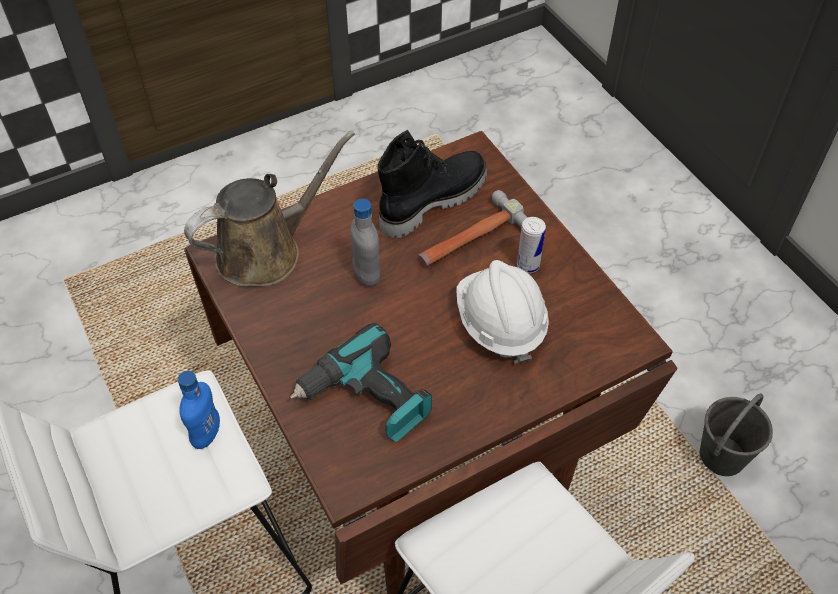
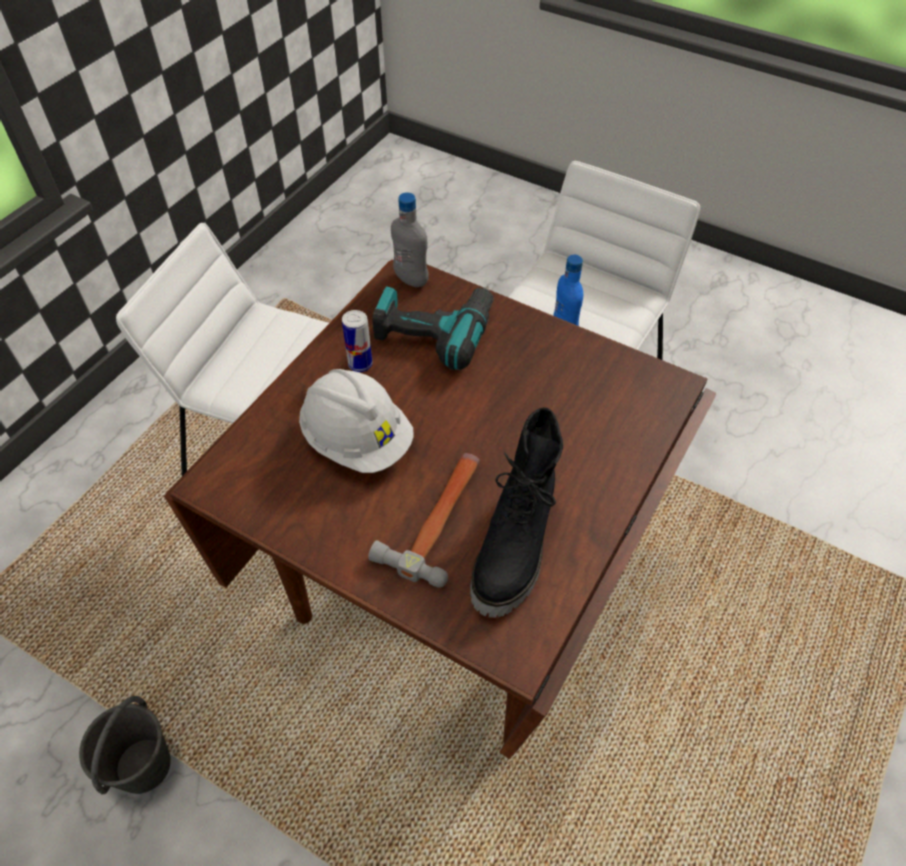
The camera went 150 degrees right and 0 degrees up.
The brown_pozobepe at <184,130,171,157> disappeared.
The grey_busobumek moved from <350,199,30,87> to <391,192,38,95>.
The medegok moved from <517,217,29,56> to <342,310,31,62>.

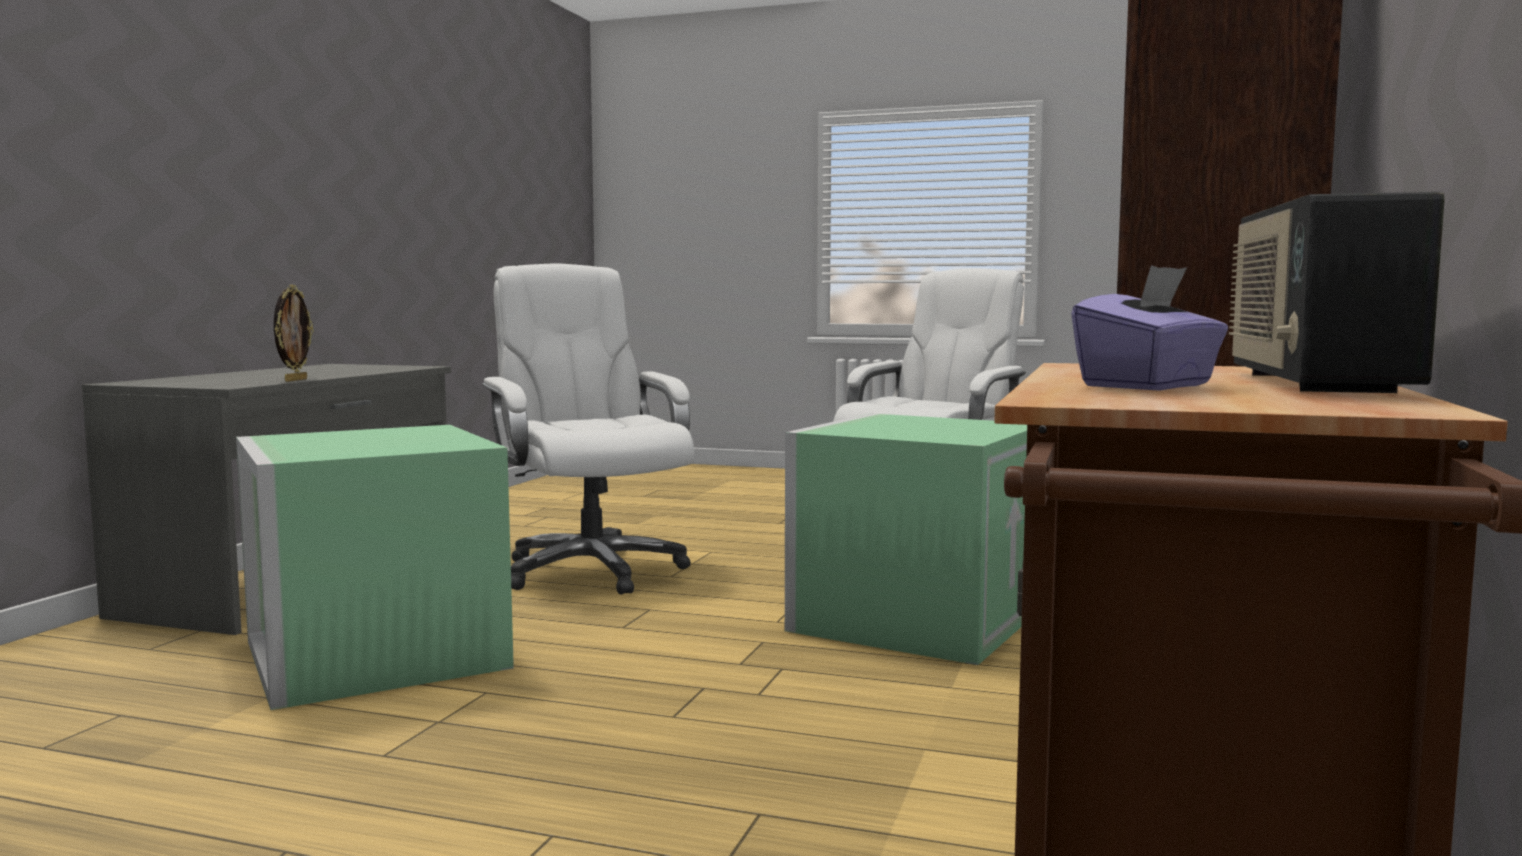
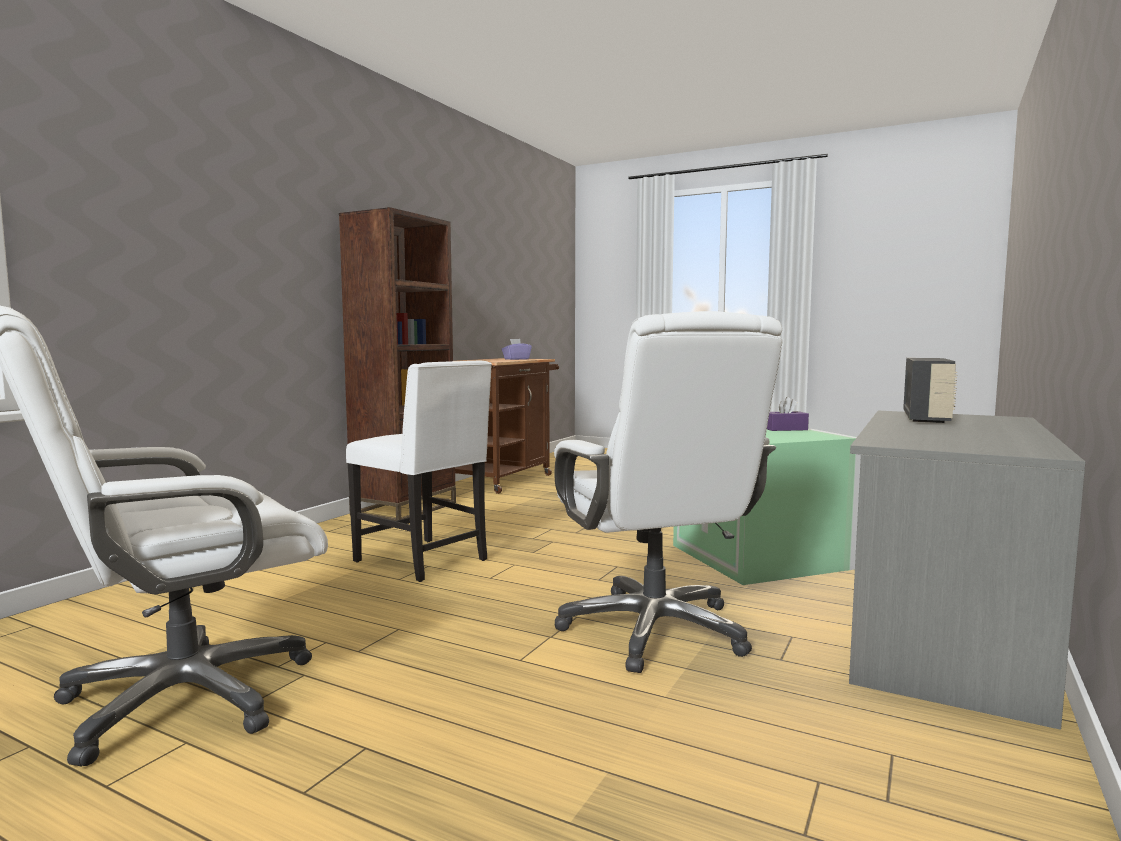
The camera went 170 degrees left and 0 degrees up.
The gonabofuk at <274,285,40,97> disappeared.
The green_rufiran at <785,413,242,252> was replaced by the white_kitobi at <346,361,146,221>.
The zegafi moved from <1229,192,216,201> to <903,358,54,65>.
The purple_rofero at <767,397,42,34> appeared.

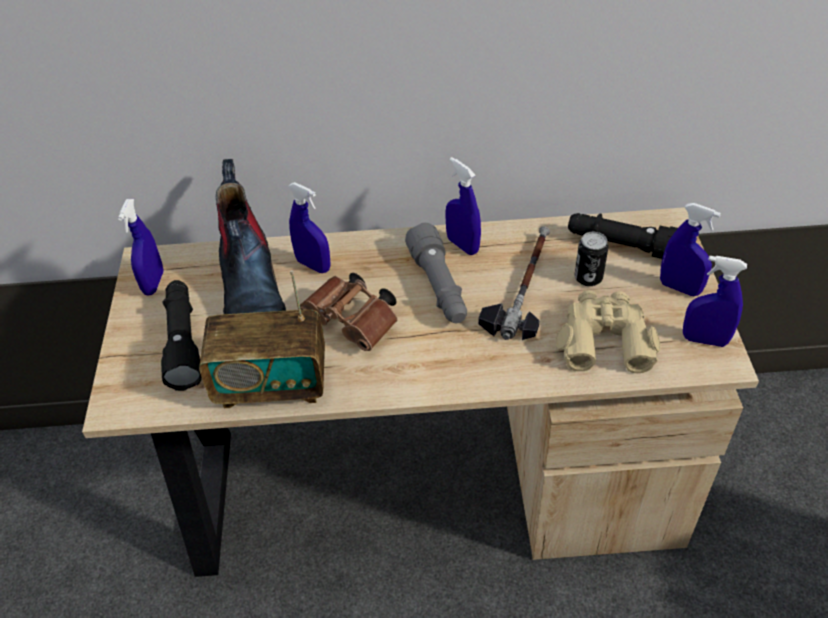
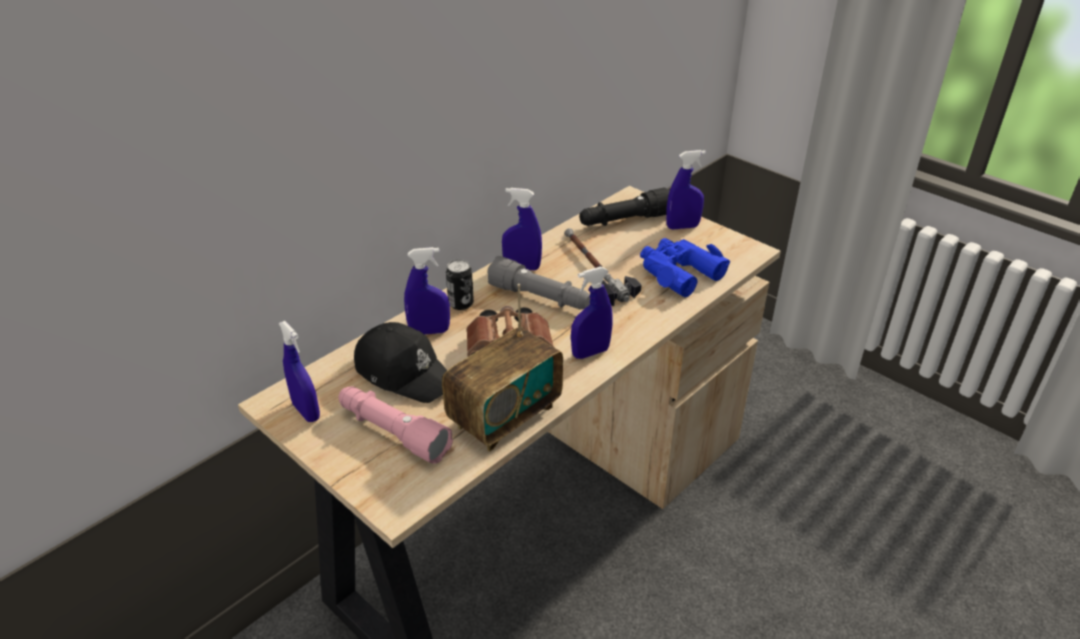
The camera went 45 degrees left and 10 degrees down.
The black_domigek at <161,280,41,111> became the pink_domigek at <338,387,115,77>.
The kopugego at <216,159,70,155> was replaced by the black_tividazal at <354,322,93,81>.
The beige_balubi at <555,290,106,83> became the blue_balubi at <640,238,90,59>.
The medegok moved from <575,232,34,54> to <446,259,28,51>.
The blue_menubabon moved from <683,256,64,91> to <571,267,41,92>.

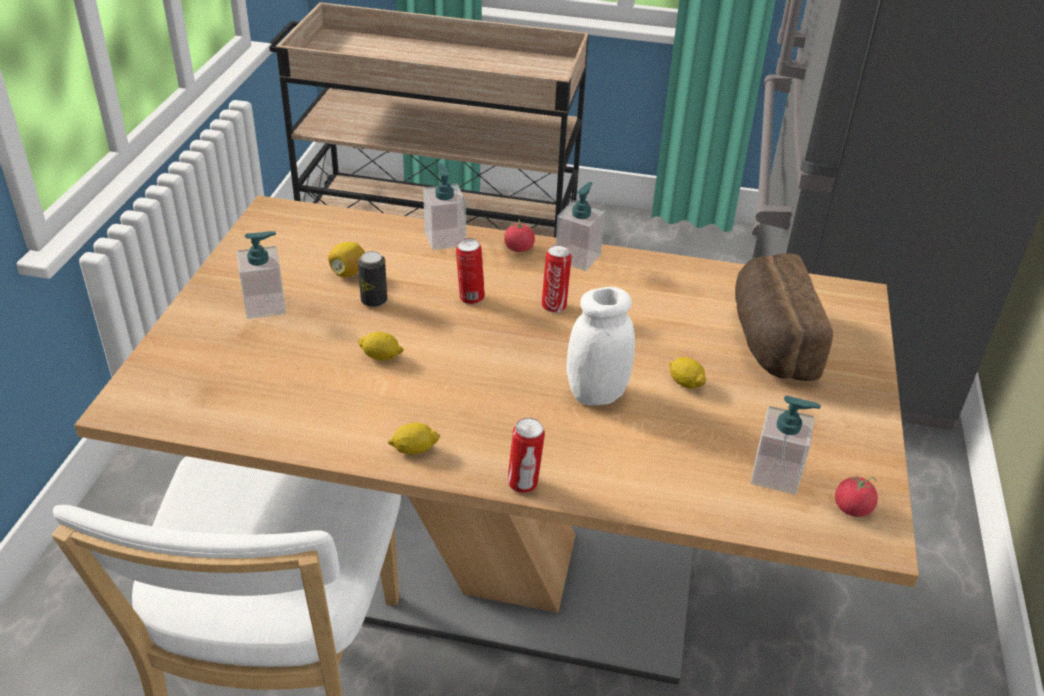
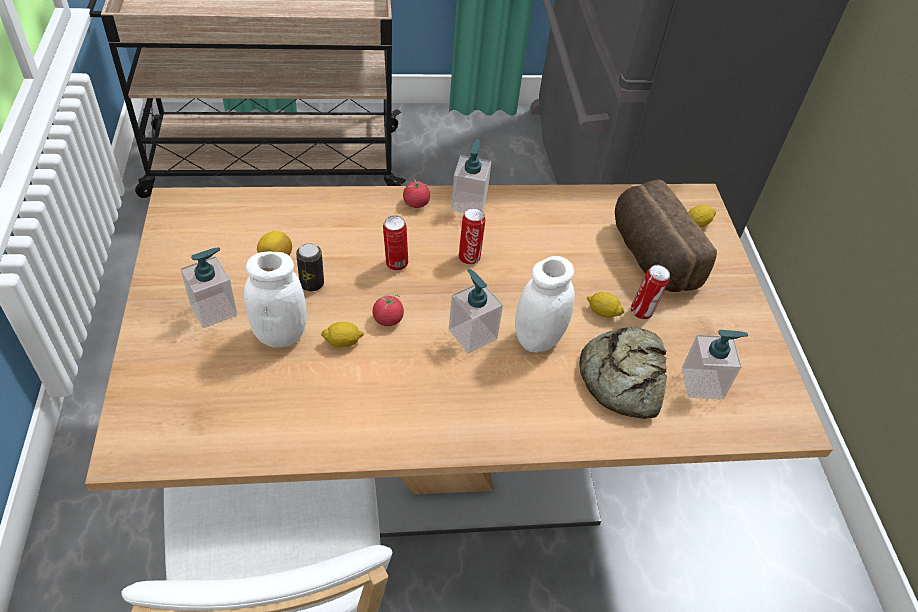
The camera went 20 degrees left and 10 degrees up.
The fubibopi moved from <388,423,52,32> to <688,205,28,22>.
The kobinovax moved from <423,163,43,87> to <449,269,54,85>.
The medegok moved from <507,418,38,75> to <631,265,39,54>.
The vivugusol moved from <835,475,43,42> to <373,295,31,31>.
The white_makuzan at <244,252,63,96> appeared.
The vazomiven at <579,326,88,93> appeared.

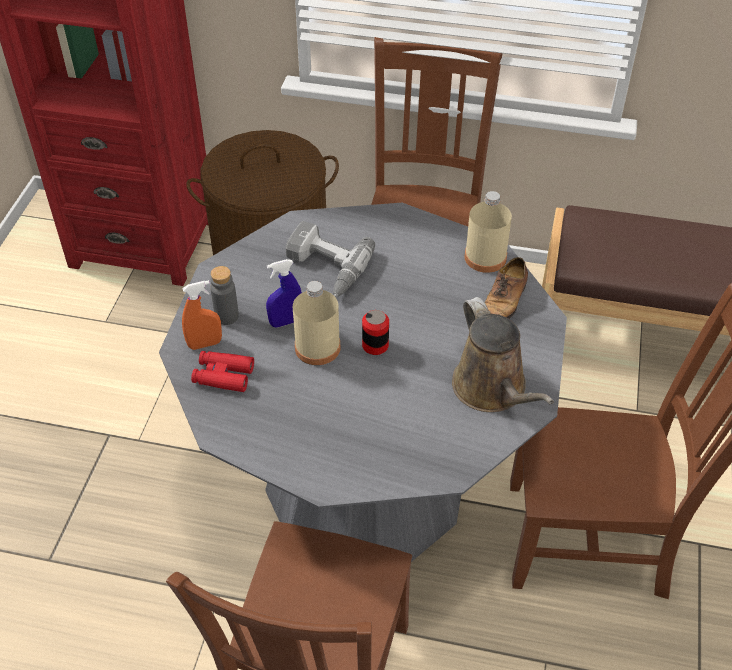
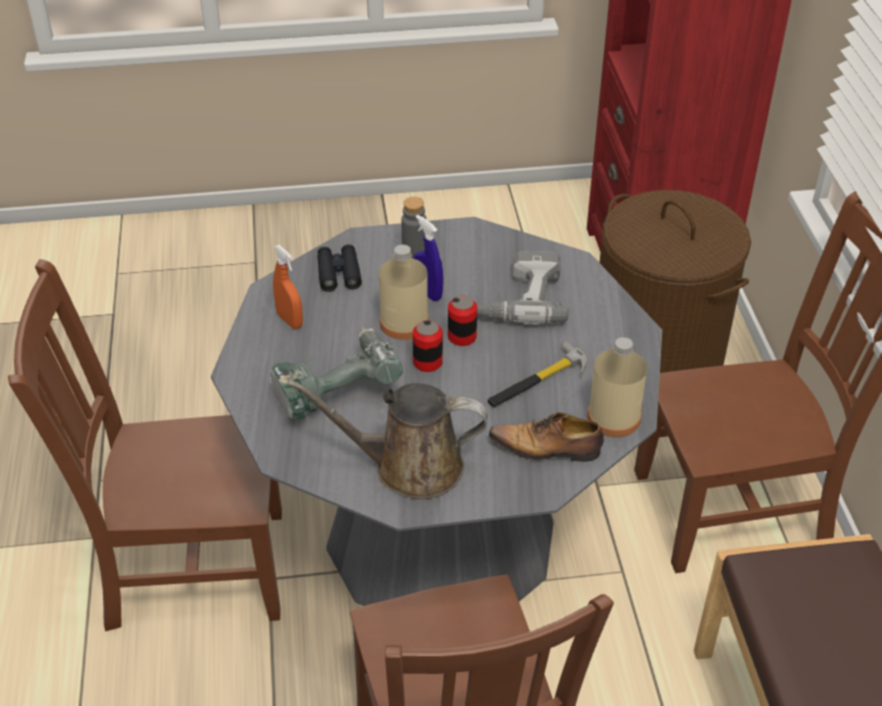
The camera went 70 degrees right and 5 degrees down.
The orange_menubabon moved from <182,280,40,70> to <273,245,30,84>.
The red_balubi at <191,351,63,41> became the black_balubi at <317,244,45,48>.
The brown_pozobepe at <452,297,102,115> turned 45 degrees clockwise.
The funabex at <270,327,133,93> appeared.
The medegok at <448,295,29,51> appeared.
The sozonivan at <487,341,100,66> appeared.

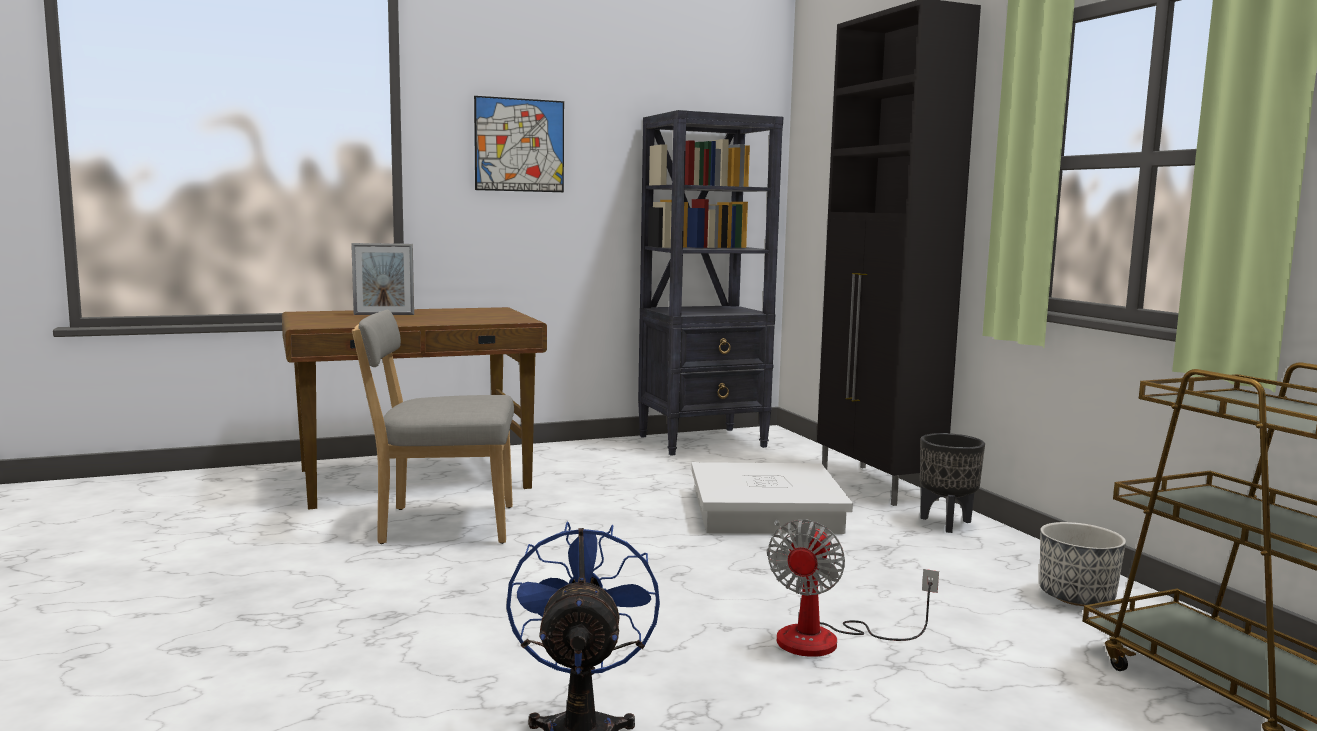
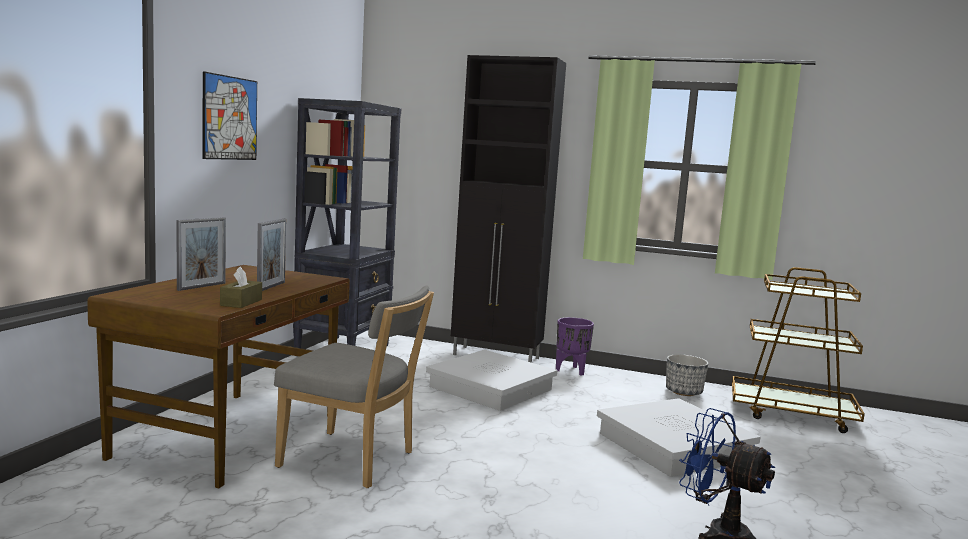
The camera went 50 degrees left and 0 degrees up.
The grey_kitobi at <352,310,162,234> turned 105 degrees counterclockwise.
The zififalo at <767,519,172,138> was replaced by the white_rufiran at <597,398,164,79>.
The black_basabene at <920,433,65,100> became the purple_basabene at <556,317,38,59>.
The brown_rofero at <220,266,42,42> appeared.
The gonabofuk at <257,219,29,72> appeared.

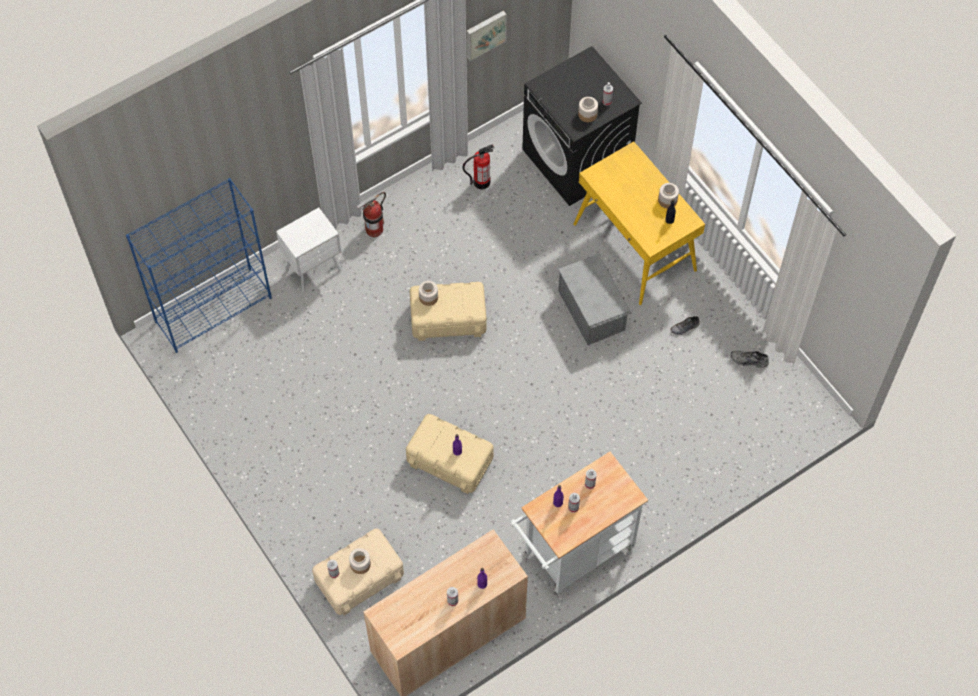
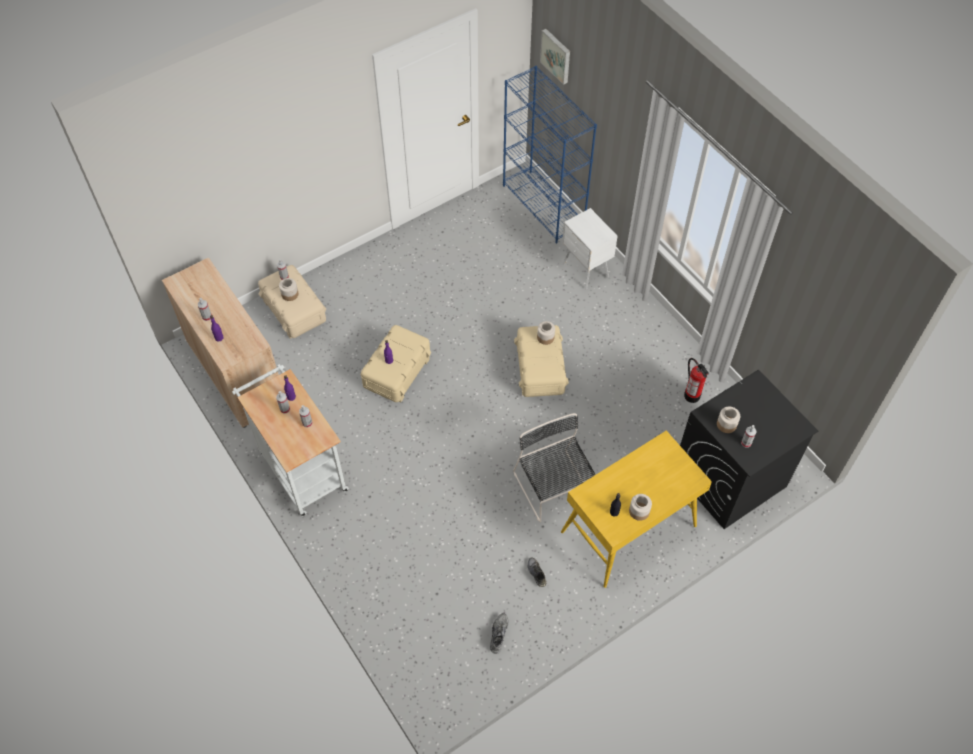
The camera went 90 degrees right and 5 degrees down.
The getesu at <357,192,29,45> disappeared.
The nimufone moved from <467,11,39,50> to <540,29,30,56>.
The grey_rufiran at <558,254,74,91> was replaced by the black_kitobi at <513,413,83,109>.

